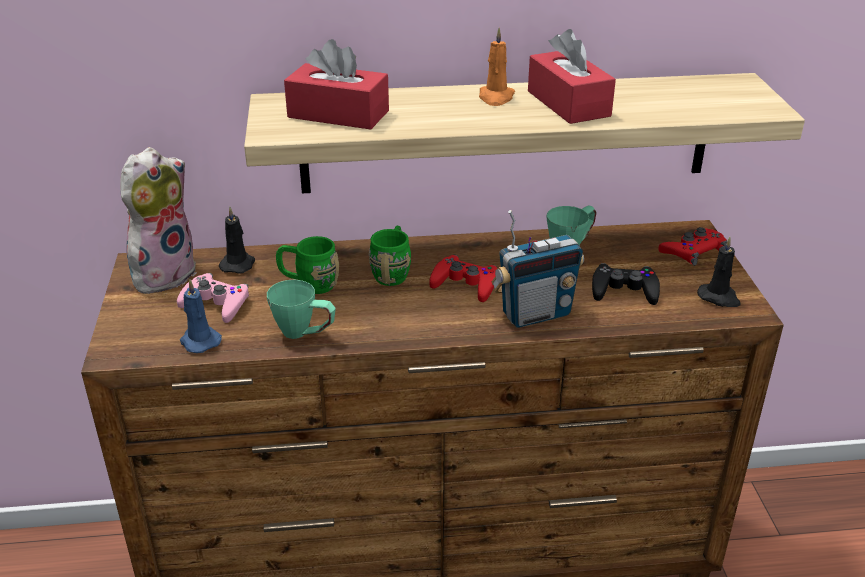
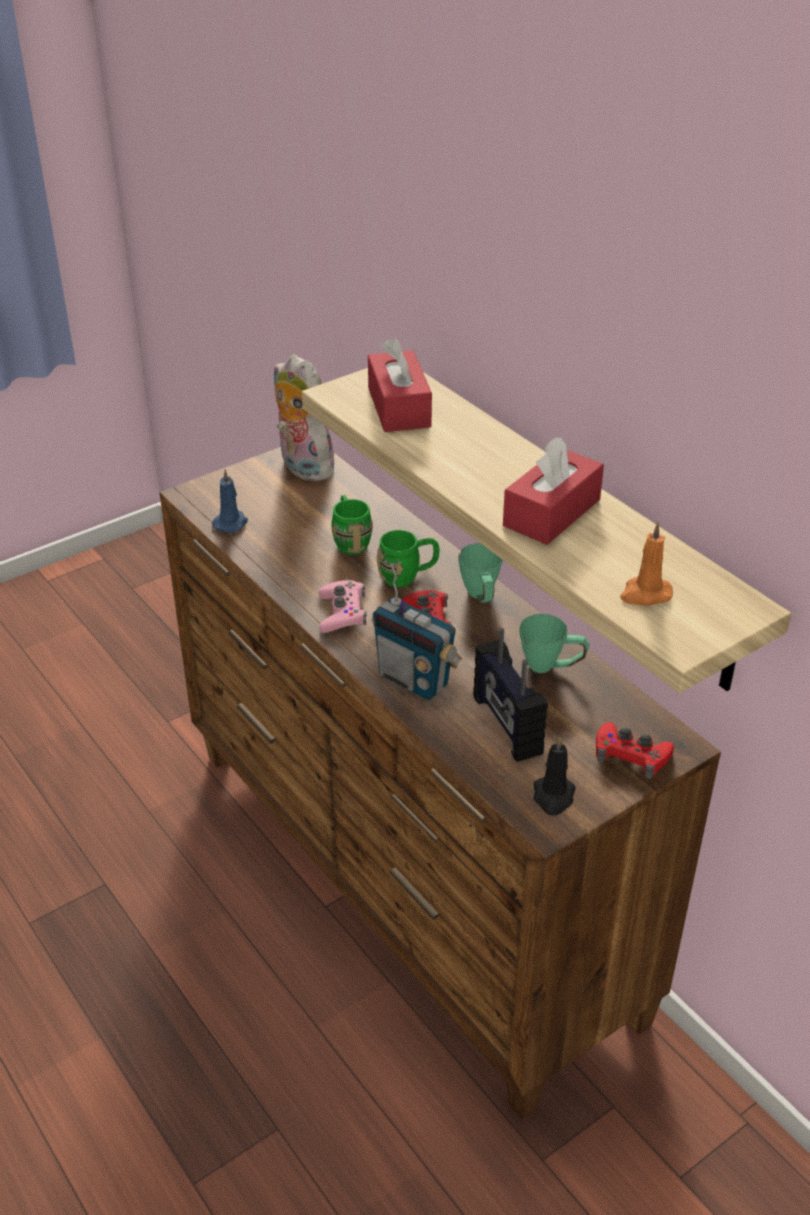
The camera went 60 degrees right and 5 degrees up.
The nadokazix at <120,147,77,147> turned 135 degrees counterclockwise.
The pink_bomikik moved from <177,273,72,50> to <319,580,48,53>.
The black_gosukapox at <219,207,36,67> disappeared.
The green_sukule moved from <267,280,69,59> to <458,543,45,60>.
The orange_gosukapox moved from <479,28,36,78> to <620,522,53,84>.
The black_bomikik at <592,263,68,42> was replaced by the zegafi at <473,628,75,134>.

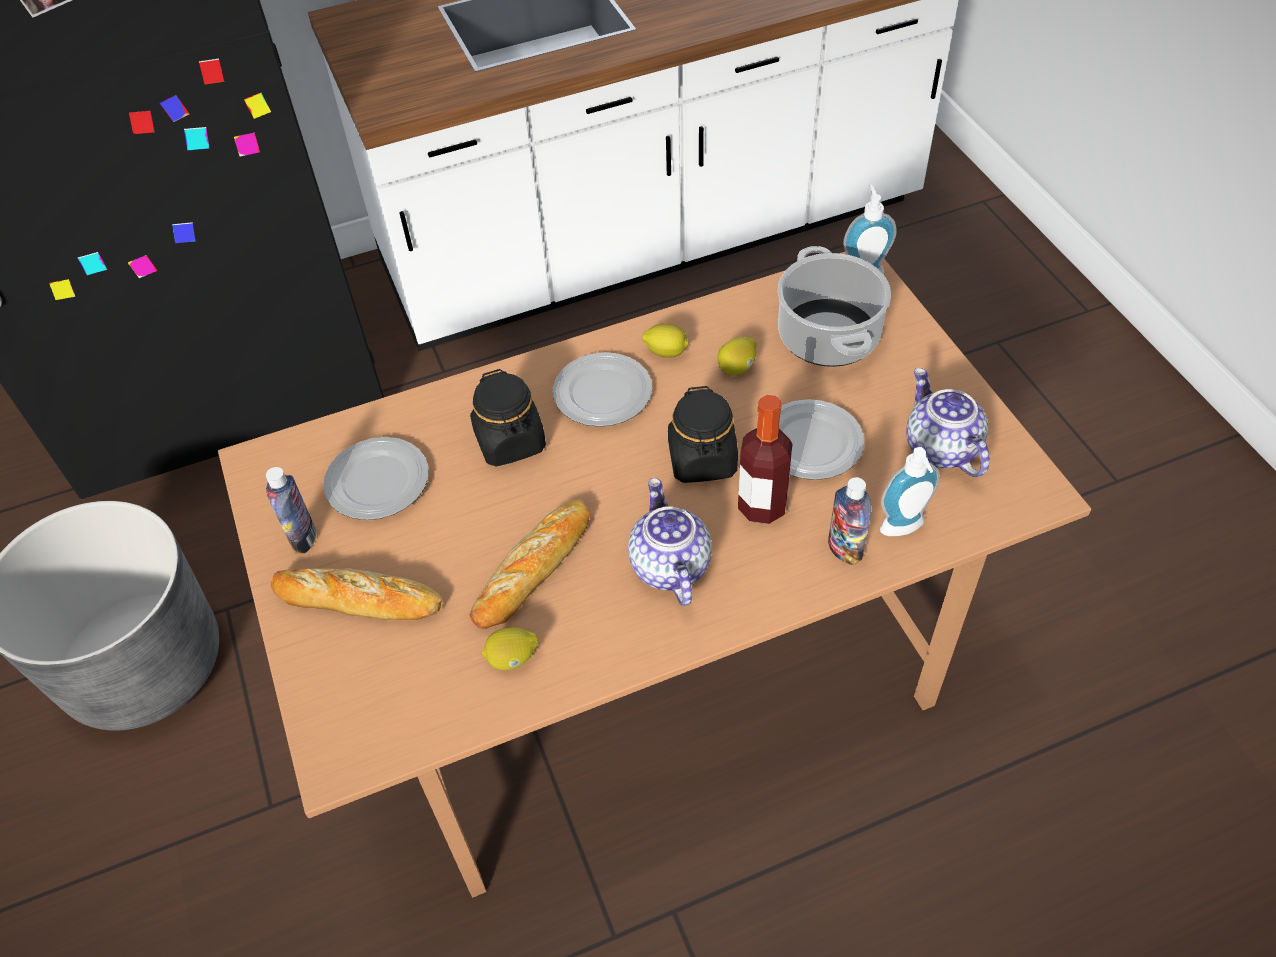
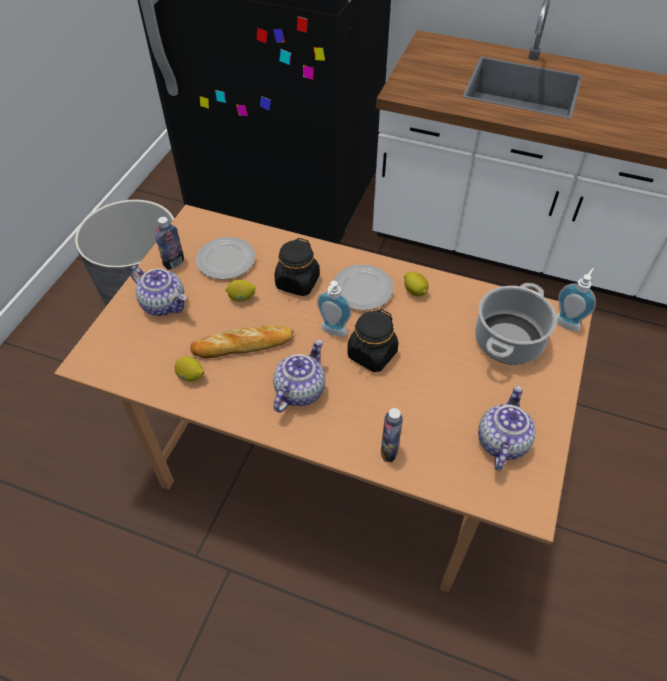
The camera went 40 degrees right and 0 degrees up.
The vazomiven at <271,568,173,52> was replaced by the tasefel at <130,266,57,50>.
The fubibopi moved from <717,337,40,39> to <226,280,30,22>.
The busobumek at <738,395,54,129> disappeared.
The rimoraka at <779,399,85,81> disappeared.
The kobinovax moved from <880,447,60,89> to <317,281,35,55>.

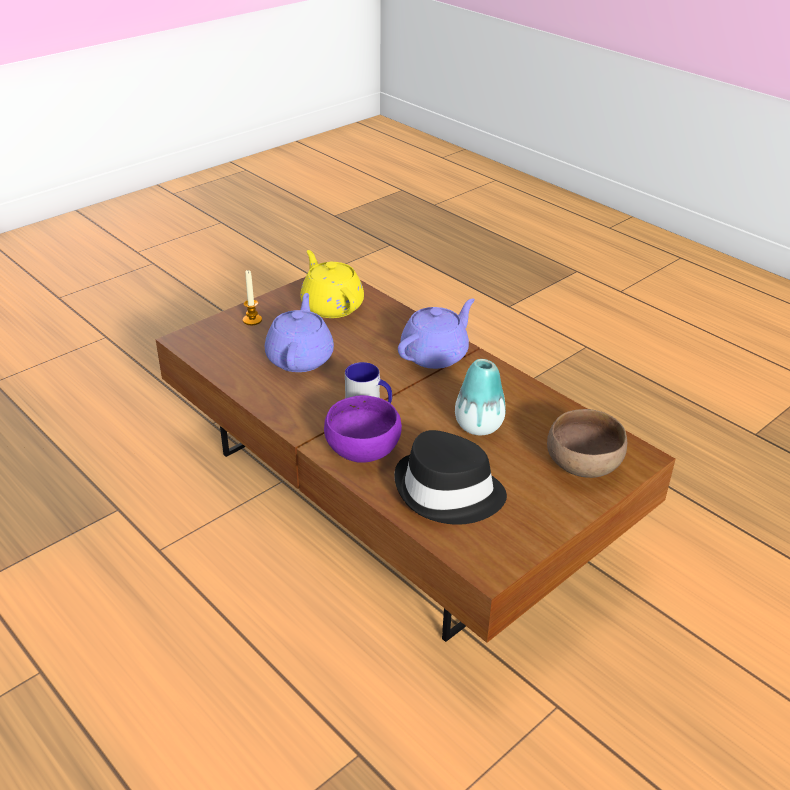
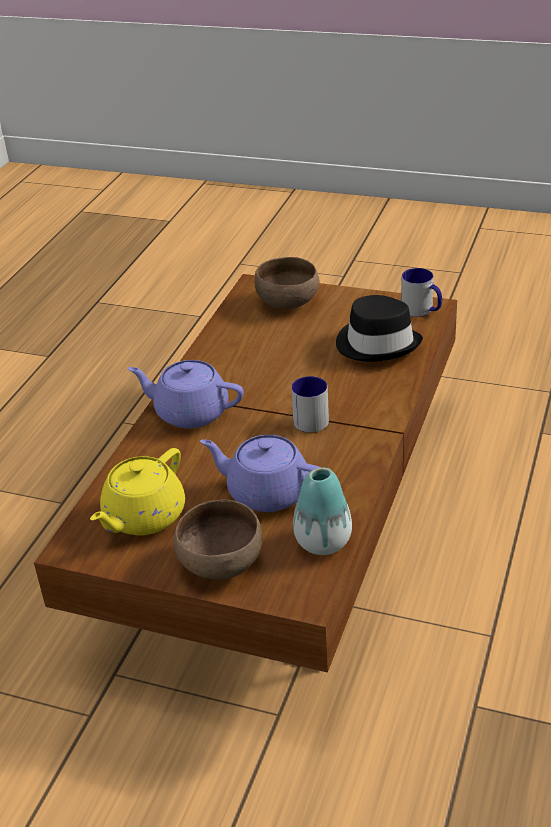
The camera went 115 degrees left and 0 degrees up.
The gosukapox at <243,270,19,55> was replaced by the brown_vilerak at <174,500,89,79>.
The purple_tasefel at <265,293,69,79> turned 45 degrees clockwise.
The purple_vilerak at <324,395,78,68> disappeared.
The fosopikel moved from <455,359,51,76> to <293,468,59,87>.
The sukule at <401,268,41,49> appeared.

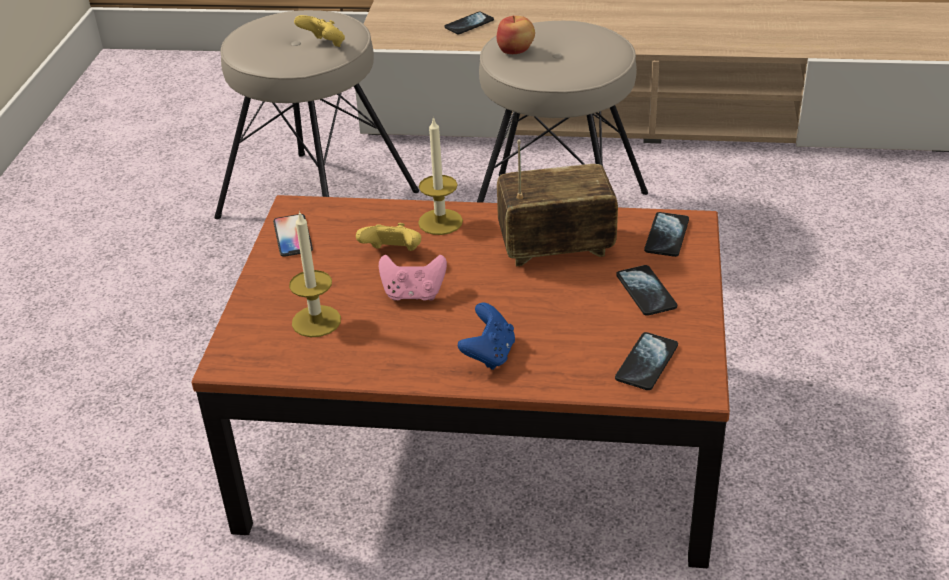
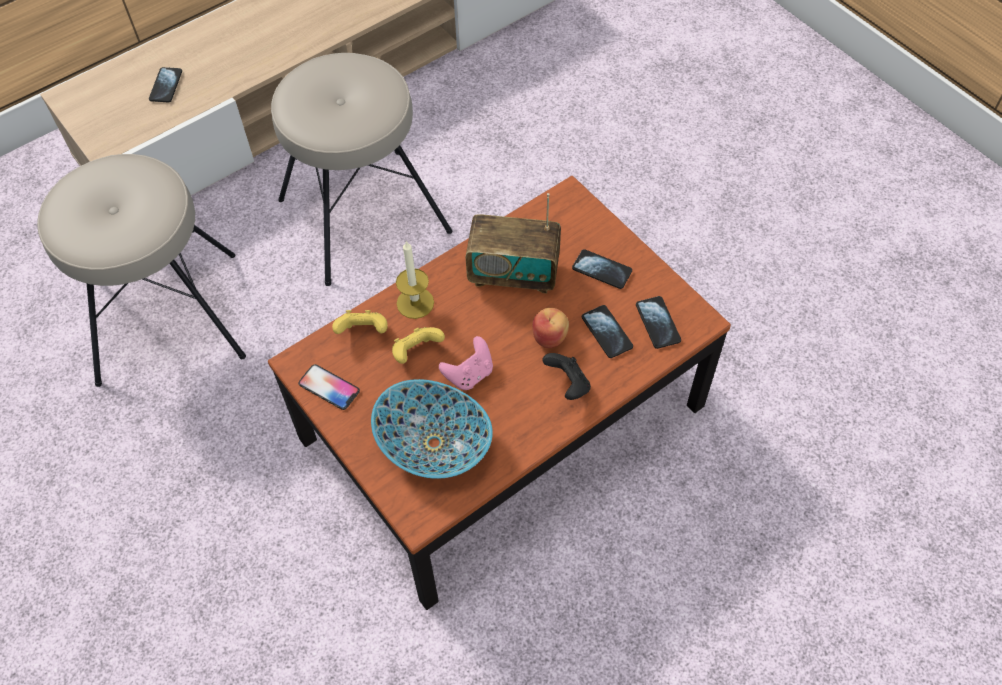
The camera went 45 degrees left and 20 degrees up.
The gosukapox at <289,211,52,126> was replaced by the vilerak at <371,379,122,100>.
The yellow_bomikik moved from <294,15,51,32> to <332,310,56,24>.
The blue_bomikik at <458,303,57,67> became the black_bomikik at <542,353,49,47>.
The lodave moved from <497,16,38,38> to <532,308,37,40>.
The zegafi at <497,140,121,127> turned 120 degrees counterclockwise.
The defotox moved from <644,212,45,45> to <582,305,51,53>.

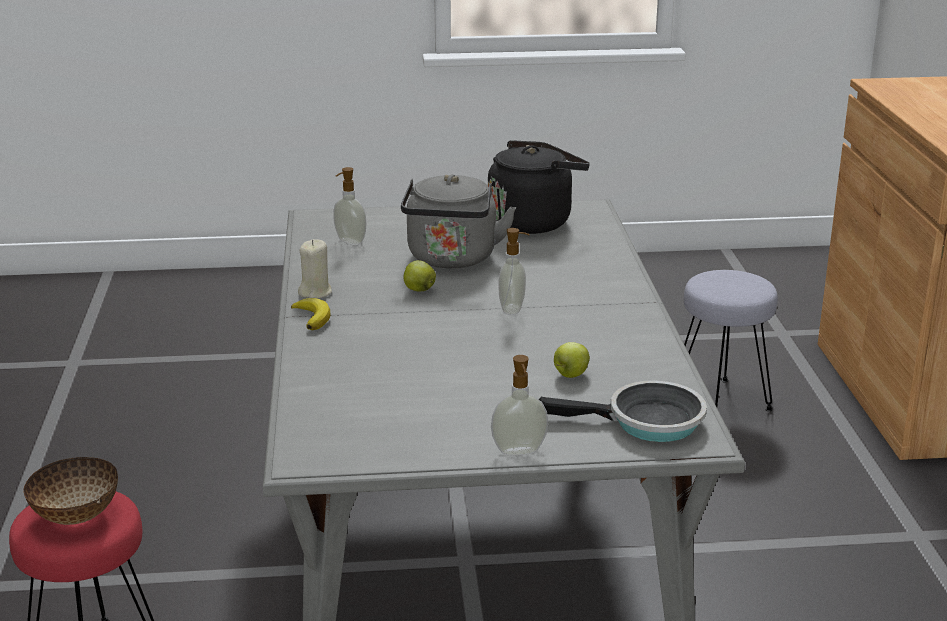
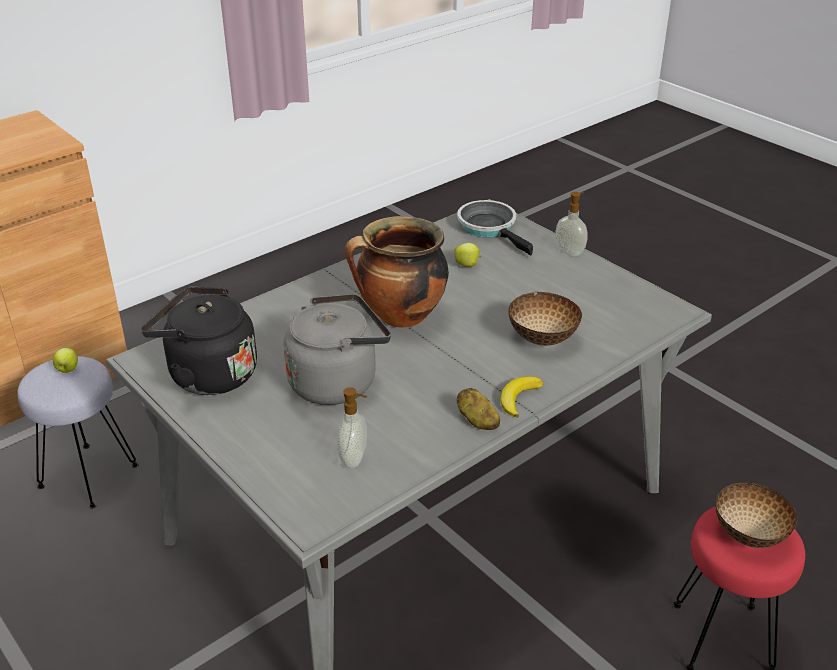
The camera went 125 degrees left and 10 degrees up.
The beige_gosukapox at <298,239,34,60> was replaced by the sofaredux at <457,388,43,42>.
The lodave moved from <403,260,33,31> to <53,348,25,25>.
The kobinovax at <499,228,31,87> was replaced by the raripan at <345,216,104,112>.
The vilerak at <508,292,74,54> appeared.

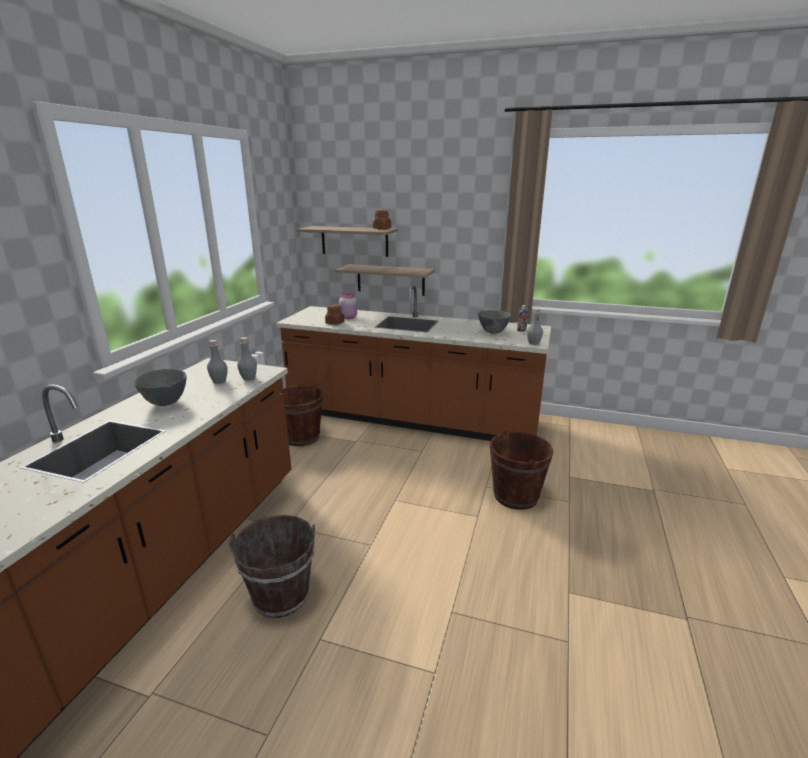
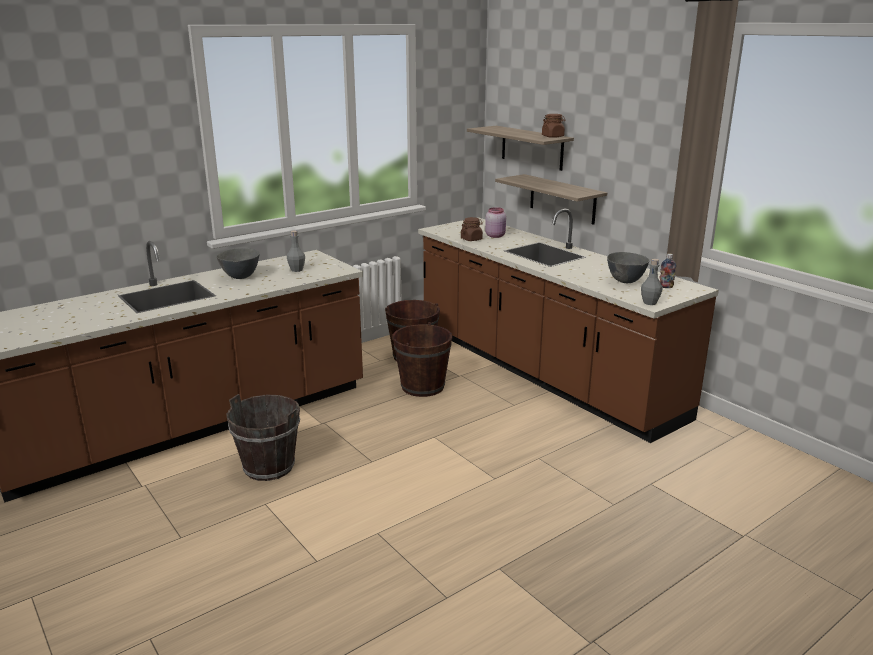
The camera went 35 degrees right and 0 degrees up.
The grey_busobumek at <237,337,20,44> disappeared.
The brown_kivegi moved from <490,430,63,80> to <393,322,59,75>.

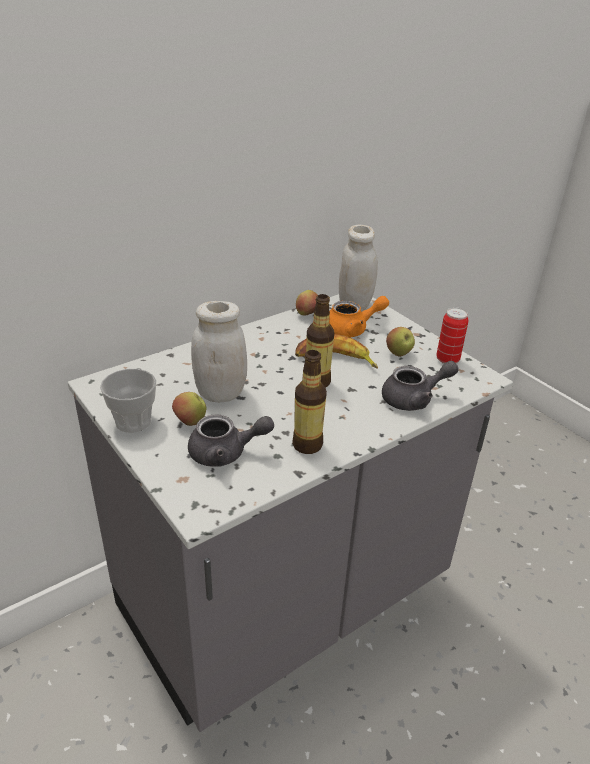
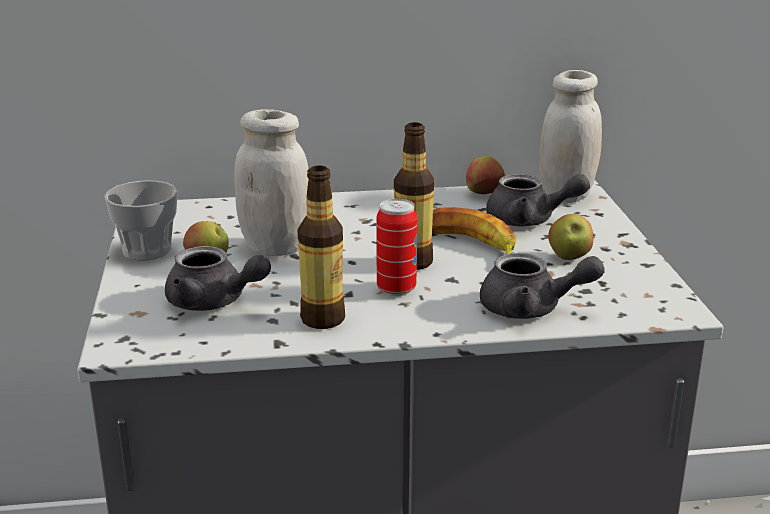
The camera went 30 degrees right and 10 degrees down.
The orange_tasefel at <329,296,60,41> became the grey_tasefel at <486,174,104,53>.
The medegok moved from <436,307,33,57> to <376,199,41,97>.

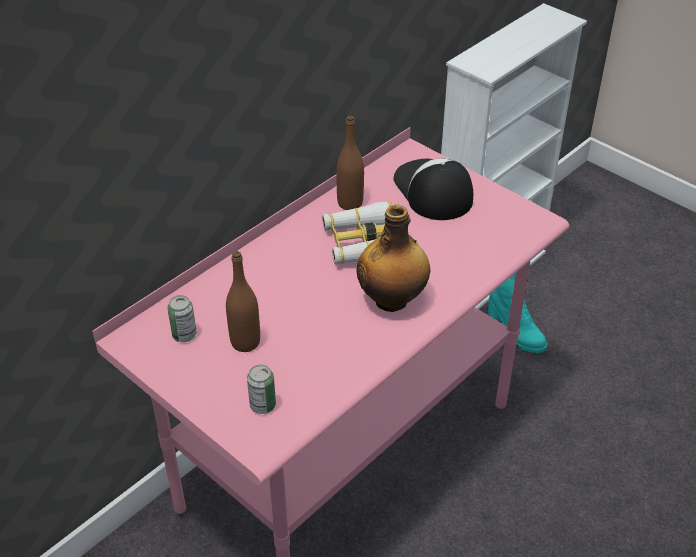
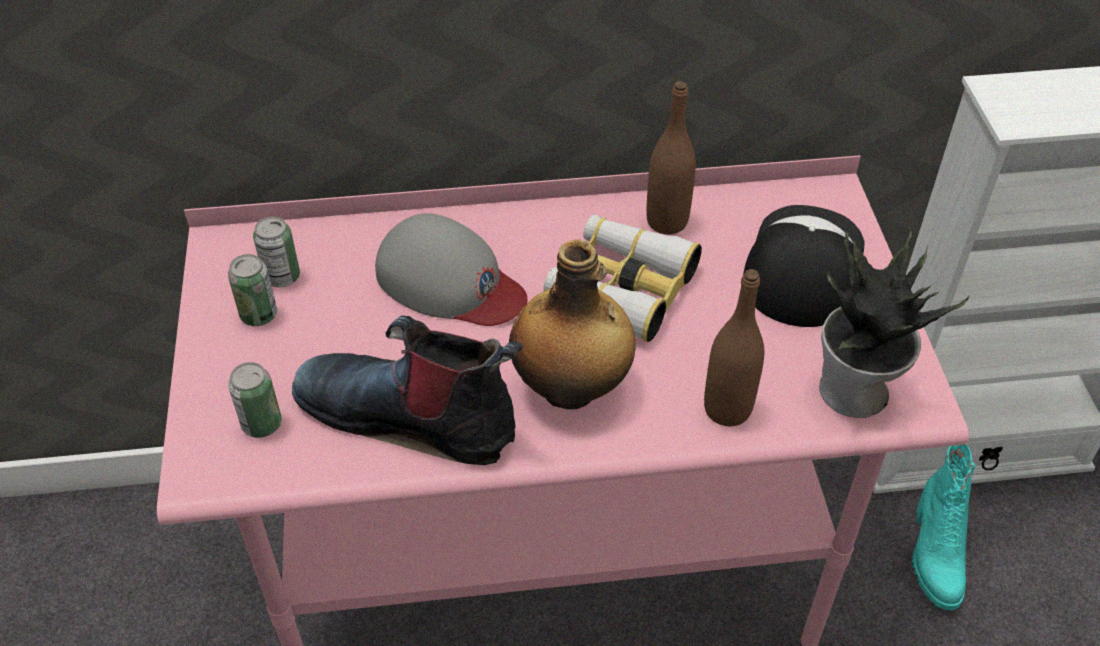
The camera went 40 degrees right and 5 degrees up.
The brown_busobumek moved from <226,251,34,101> to <704,269,60,157>.
The medegok at <228,254,49,72> appeared.
The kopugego at <292,316,231,149> appeared.
The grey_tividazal at <375,213,153,113> appeared.
The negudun at <819,231,151,187> appeared.

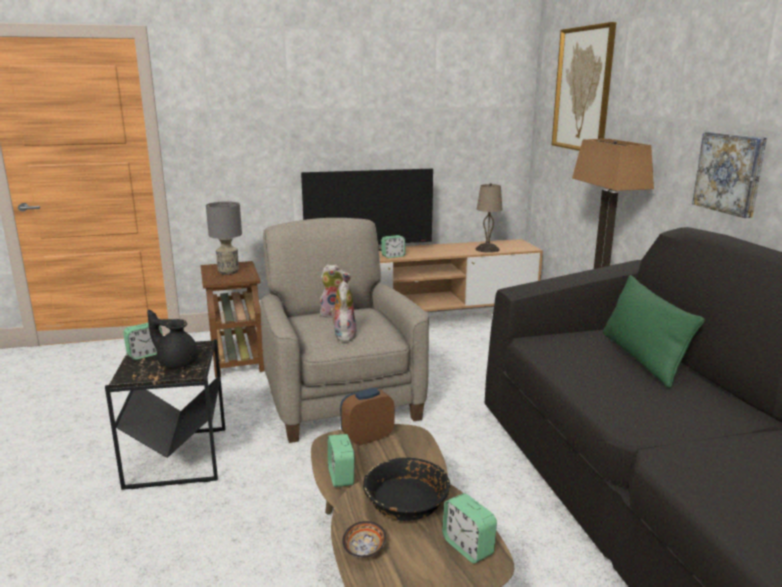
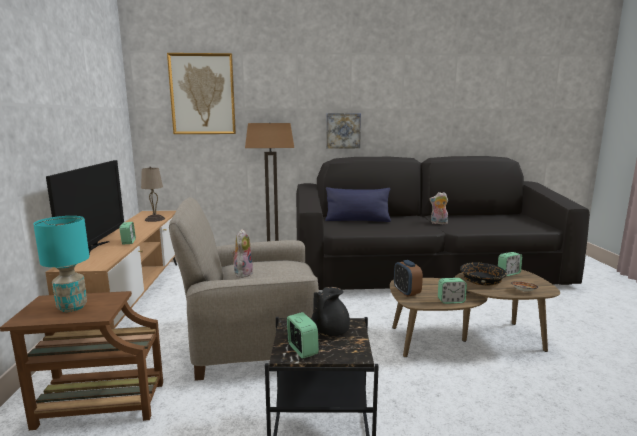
The camera went 80 degrees left and 5 degrees down.
The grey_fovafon at <206,202,36,73> became the turquoise_fovafon at <33,216,56,96>.
The nadokazix moved from <330,280,27,61> to <429,192,19,32>.
The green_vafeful at <603,275,102,113> became the blue_vafeful at <325,187,66,35>.

